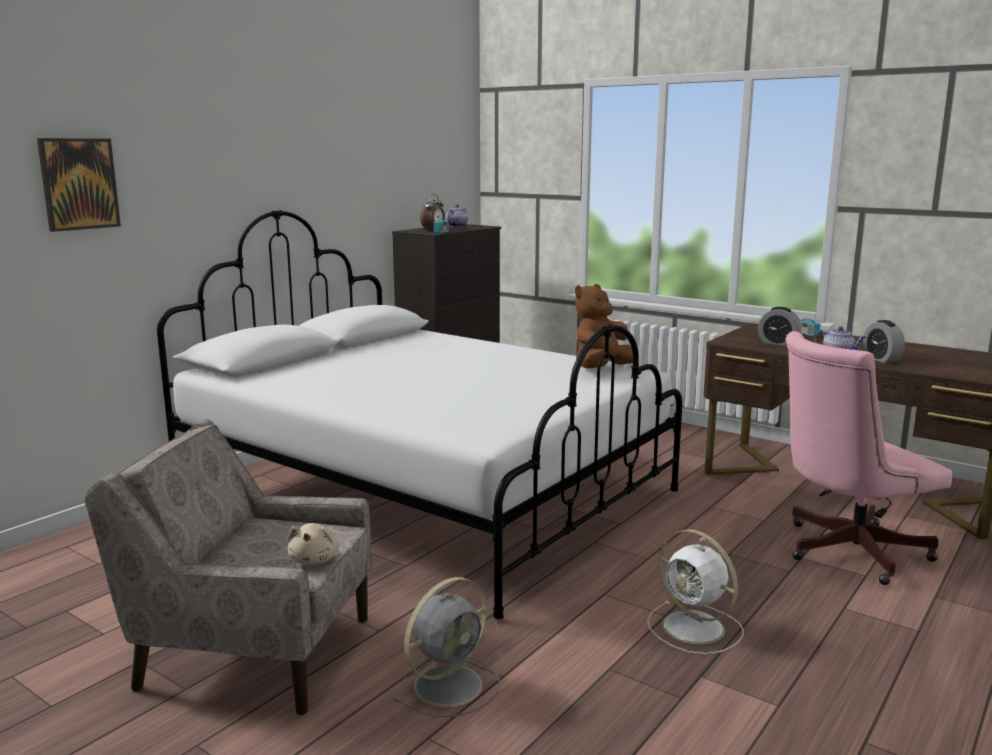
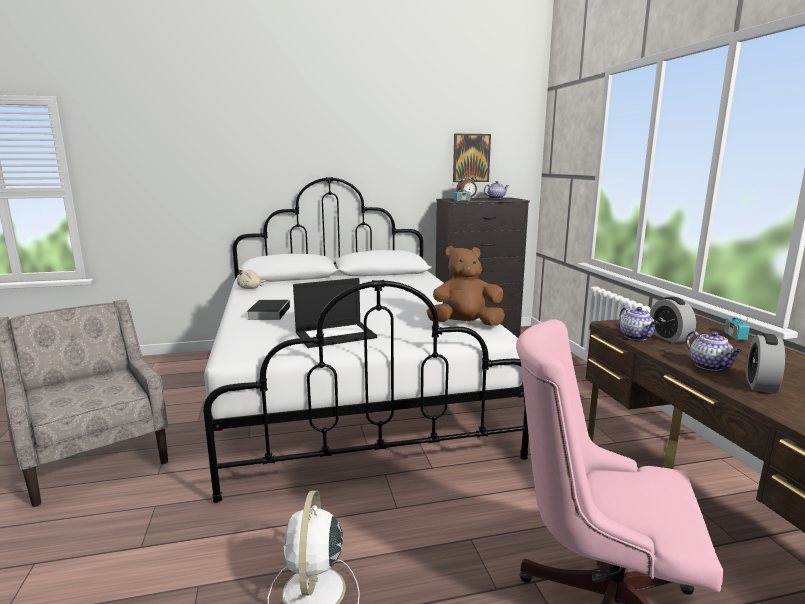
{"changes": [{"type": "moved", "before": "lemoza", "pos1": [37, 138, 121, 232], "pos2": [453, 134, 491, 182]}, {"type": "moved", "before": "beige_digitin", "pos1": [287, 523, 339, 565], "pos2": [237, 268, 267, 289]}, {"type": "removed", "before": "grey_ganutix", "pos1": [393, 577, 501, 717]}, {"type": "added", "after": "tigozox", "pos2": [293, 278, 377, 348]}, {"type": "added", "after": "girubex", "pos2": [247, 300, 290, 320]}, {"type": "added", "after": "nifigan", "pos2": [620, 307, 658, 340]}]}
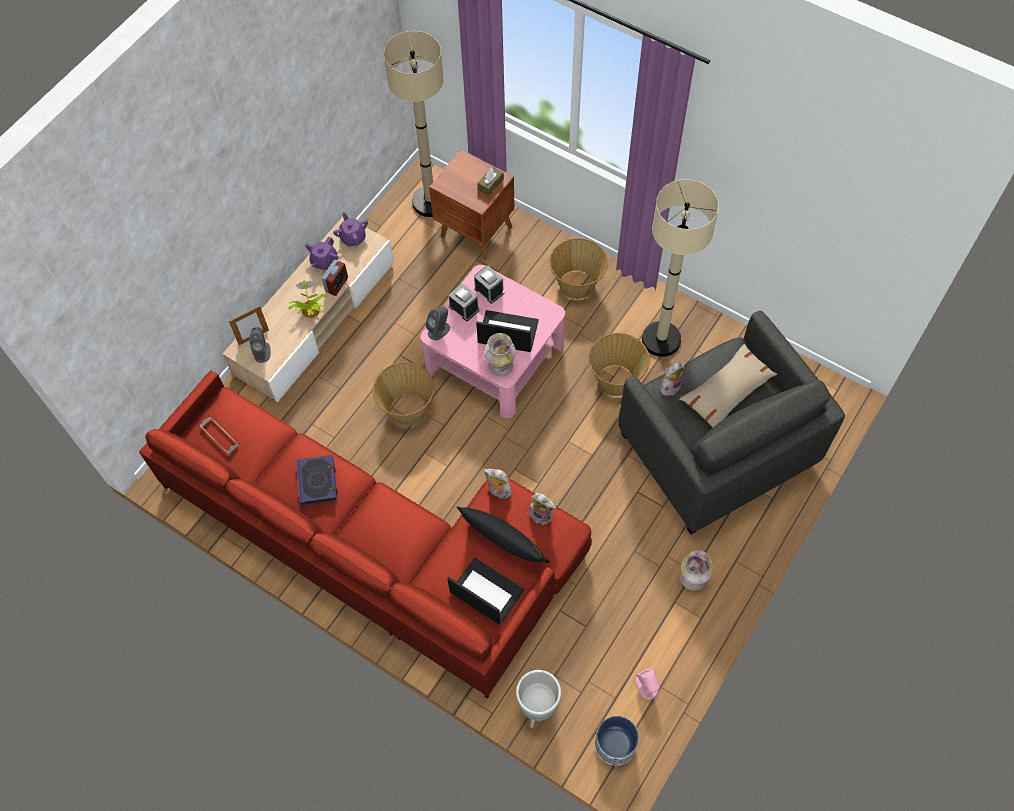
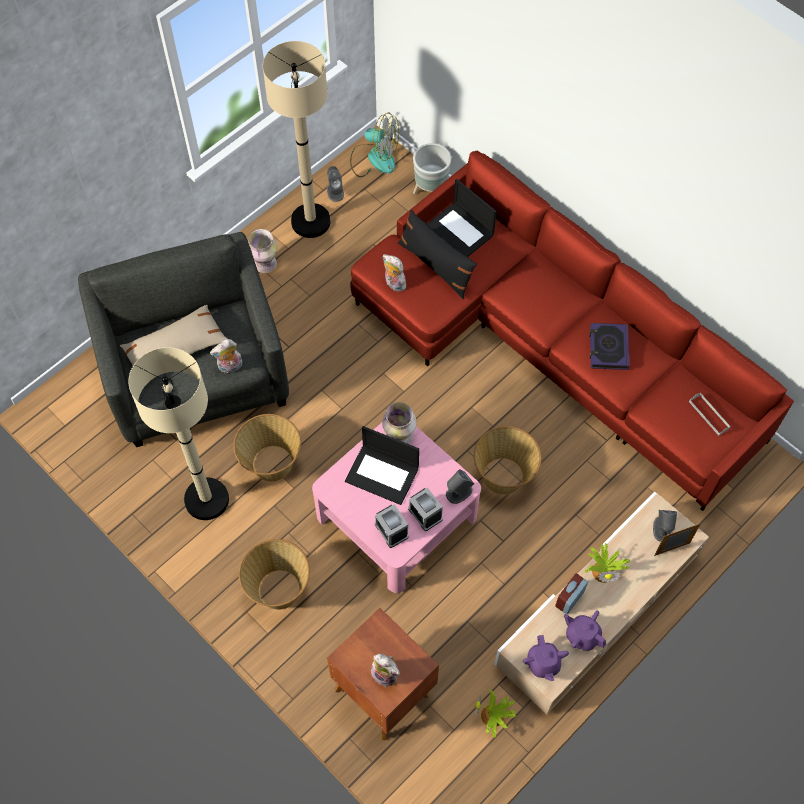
{"changes": [{"type": "moved", "before": "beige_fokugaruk", "pos1": [384, 31, 444, 217], "pos2": [263, 41, 331, 238]}, {"type": "removed", "before": "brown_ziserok", "pos1": [478, 166, 504, 196]}, {"type": "turned", "before": "purple_nifigan", "pos1": [305, 236, 338, 270], "pos2": [564, 610, 606, 651], "turn": -90}, {"type": "moved", "before": "digitin", "pos1": [484, 469, 512, 499], "pos2": [371, 654, 400, 688]}, {"type": "recoloured", "before": "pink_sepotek", "after": "grey_sepotek", "pos1": [636, 668, 660, 700], "pos2": [327, 166, 344, 202]}, {"type": "replaced", "before": "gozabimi", "after": "ganutix", "pos1": [595, 716, 639, 765], "pos2": [350, 112, 399, 177]}, {"type": "added", "after": "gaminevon", "pos2": [475, 690, 516, 738]}]}
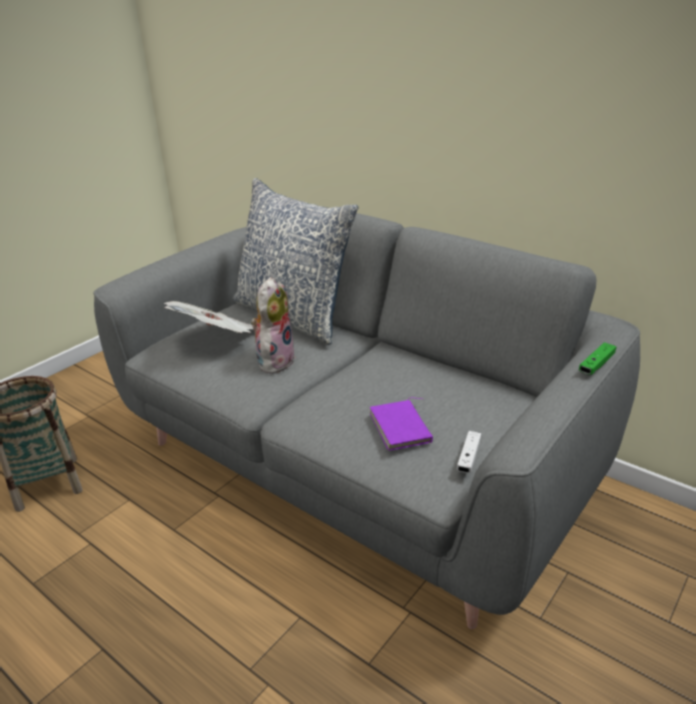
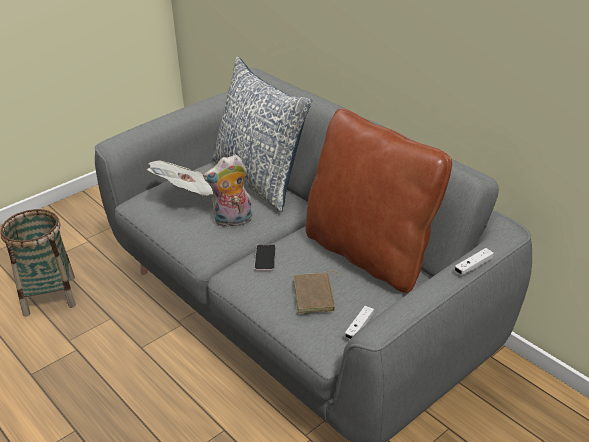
{"changes": [{"type": "turned", "before": "digitin", "pos1": [251, 277, 296, 375], "pos2": [203, 155, 252, 227], "turn": -135}, {"type": "recoloured", "before": "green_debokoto", "after": "white_debokoto", "pos1": [579, 342, 616, 375], "pos2": [454, 248, 494, 275]}, {"type": "recoloured", "before": "purple_girubex", "after": "brown_girubex", "pos1": [370, 397, 433, 451], "pos2": [293, 271, 340, 313]}, {"type": "added", "after": "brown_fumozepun", "pos2": [306, 108, 452, 293]}, {"type": "added", "after": "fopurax", "pos2": [254, 244, 276, 270]}]}
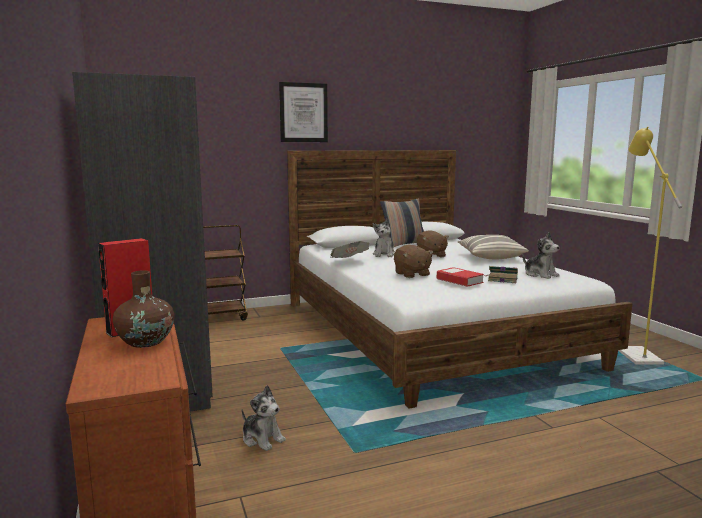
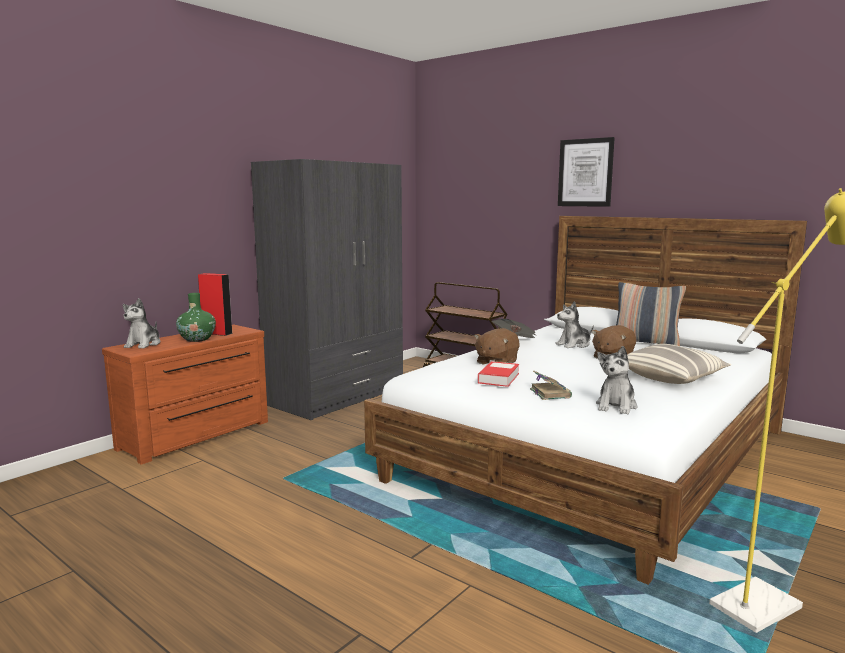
{"changes": [{"type": "recoloured", "before": "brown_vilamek", "after": "green_vilamek", "pos1": [113, 270, 174, 348], "pos2": [176, 293, 216, 342]}, {"type": "moved", "before": "digitin", "pos1": [242, 385, 286, 451], "pos2": [123, 298, 160, 349]}]}
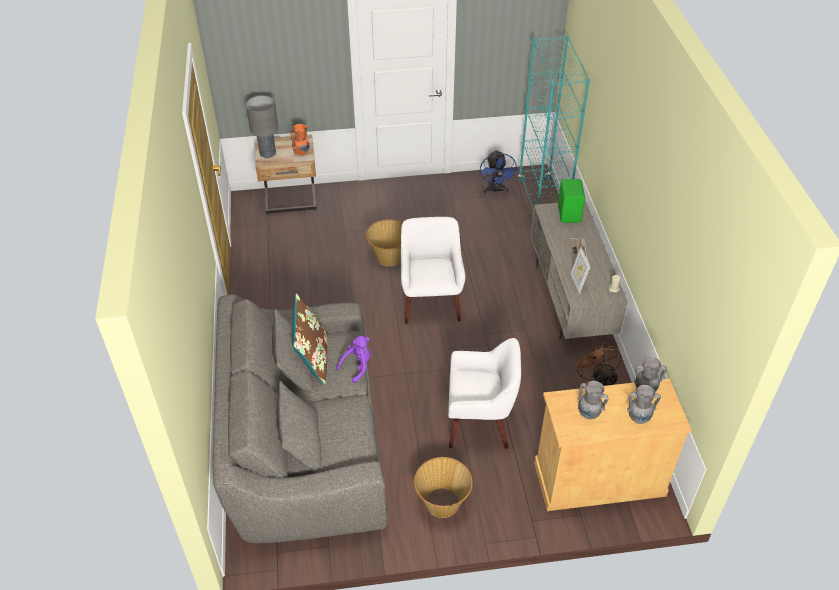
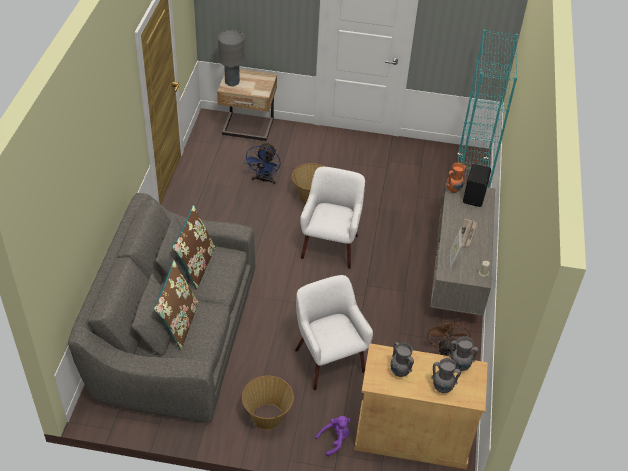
{"changes": [{"type": "moved", "before": "orange_vilamek", "pos1": [291, 124, 310, 156], "pos2": [446, 162, 466, 193]}, {"type": "moved", "before": "blue_ganutix", "pos1": [480, 150, 518, 194], "pos2": [244, 142, 281, 184]}, {"type": "recoloured", "before": "green_sepotek", "after": "black_sepotek", "pos1": [558, 179, 585, 223], "pos2": [463, 164, 491, 207]}, {"type": "moved", "before": "purple_digitin", "pos1": [336, 336, 371, 383], "pos2": [315, 416, 351, 456]}, {"type": "turned", "before": "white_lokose", "pos1": [448, 338, 521, 449], "pos2": [295, 275, 373, 390], "turn": -135}, {"type": "added", "after": "brown_fumozepun", "pos2": [153, 260, 199, 350]}]}
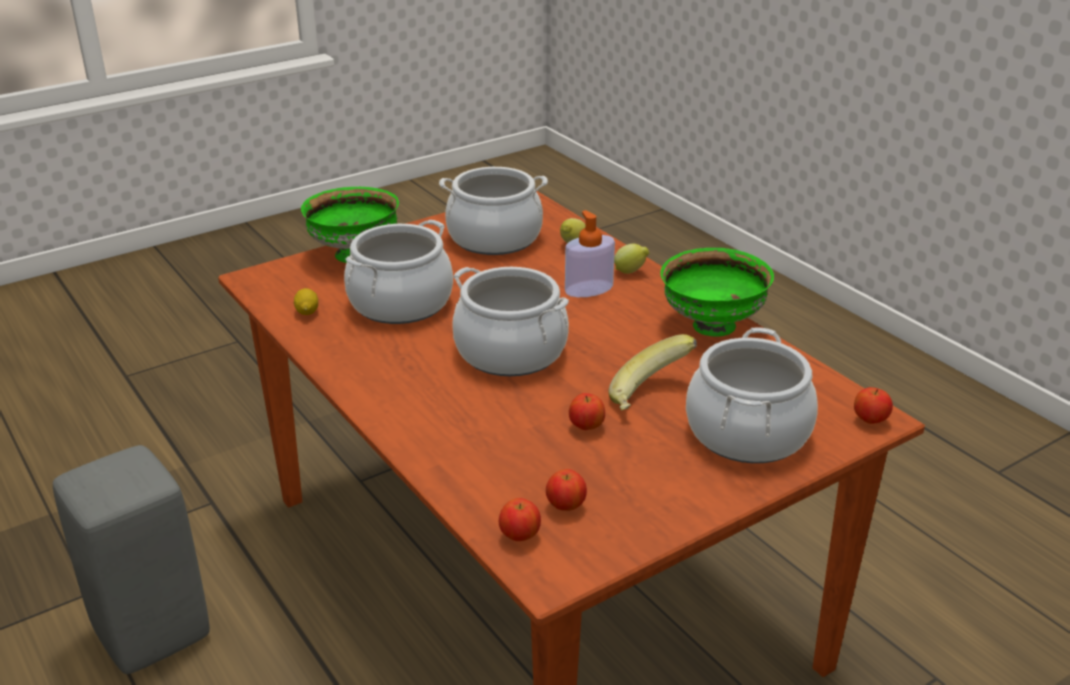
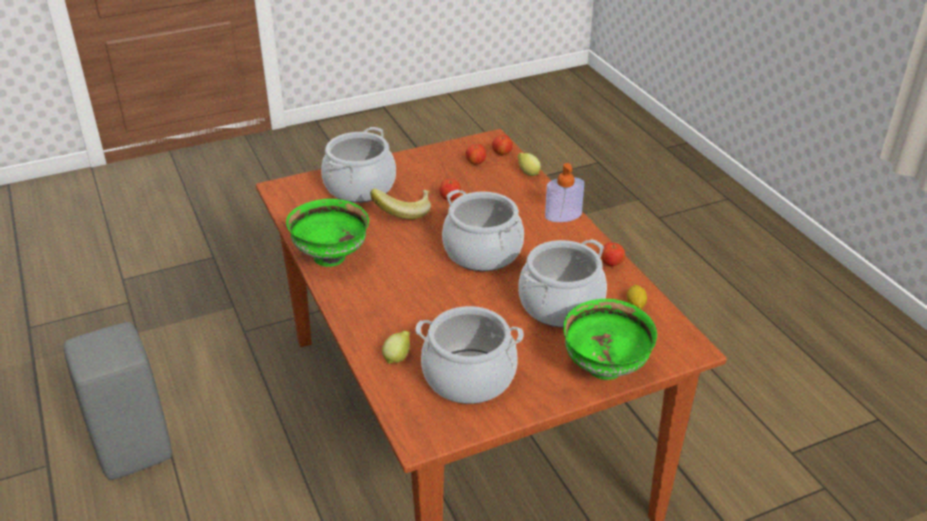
{"changes": [{"type": "moved", "before": "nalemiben", "pos1": [565, 210, 615, 297], "pos2": [545, 163, 584, 222]}, {"type": "moved", "before": "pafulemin", "pos1": [614, 244, 649, 274], "pos2": [517, 153, 541, 176]}, {"type": "moved", "before": "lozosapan", "pos1": [854, 387, 893, 424], "pos2": [601, 243, 625, 267]}, {"type": "moved", "before": "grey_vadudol", "pos1": [53, 445, 210, 674], "pos2": [64, 322, 172, 480]}]}
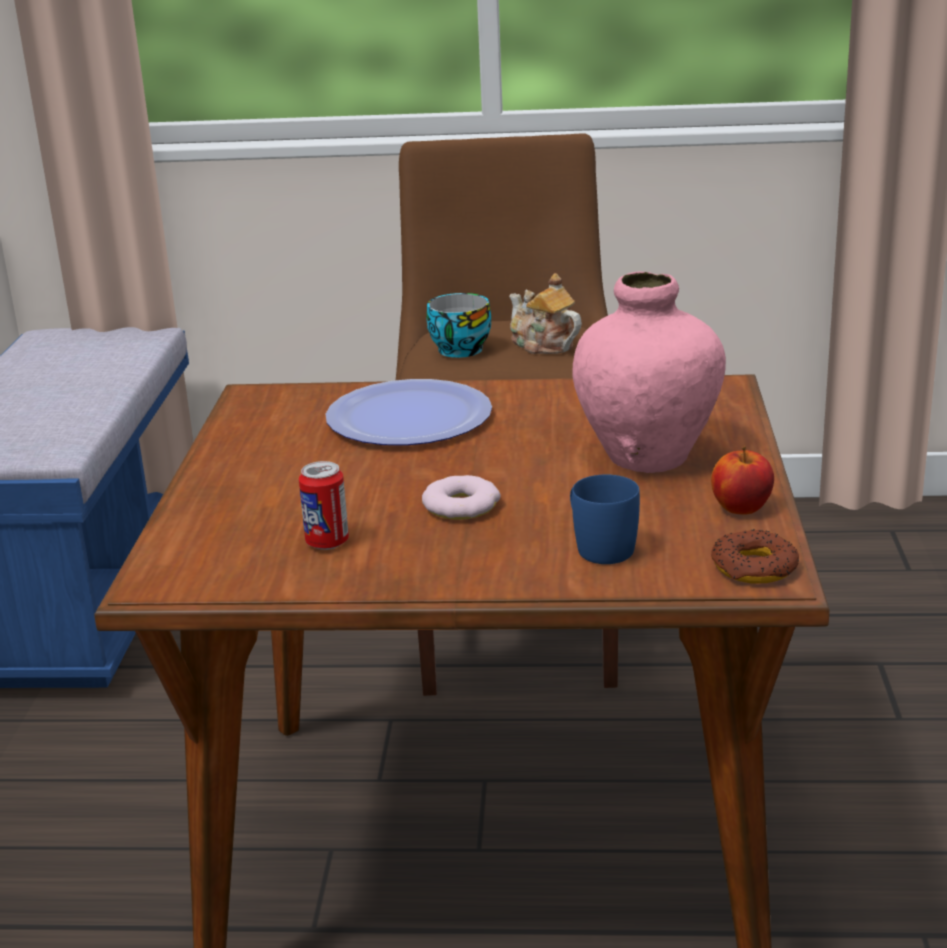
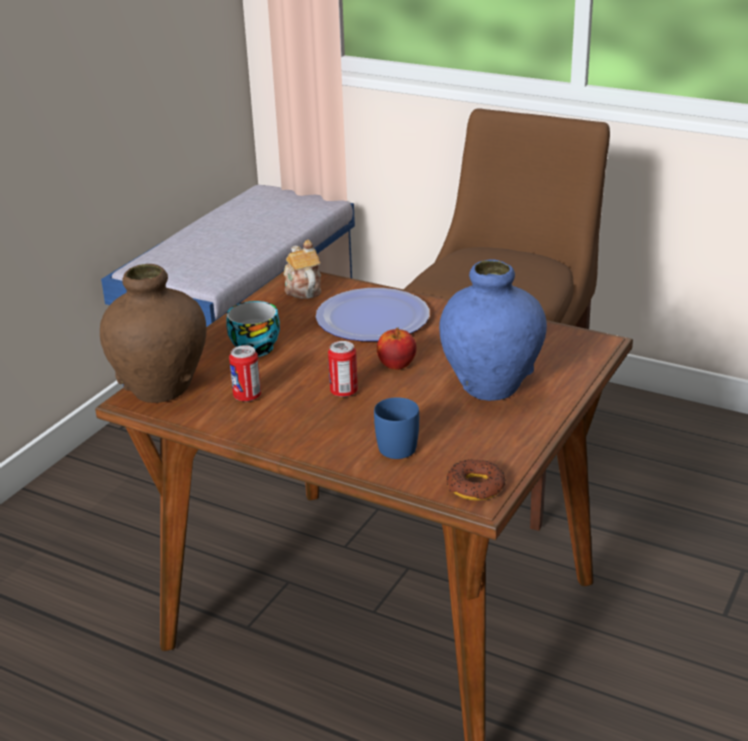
{"changes": [{"type": "recoloured", "before": "pink_vilamek", "after": "blue_vilamek", "pos1": [573, 272, 726, 473], "pos2": [439, 260, 547, 401]}, {"type": "moved", "before": "nifigan", "pos1": [509, 273, 582, 354], "pos2": [284, 240, 321, 299]}, {"type": "moved", "before": "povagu", "pos1": [427, 293, 491, 358], "pos2": [227, 301, 280, 357]}, {"type": "moved", "before": "lozosapan", "pos1": [711, 446, 774, 514], "pos2": [377, 327, 417, 370]}, {"type": "replaced", "before": "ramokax", "after": "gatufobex", "pos1": [422, 475, 501, 520], "pos2": [328, 341, 358, 397]}, {"type": "added", "after": "brown_vilamek", "pos2": [100, 264, 207, 403]}]}
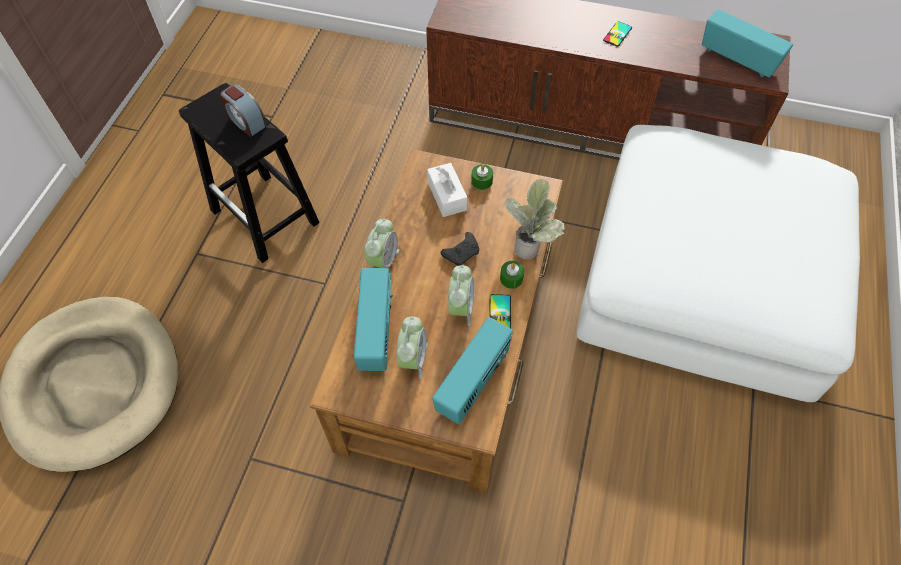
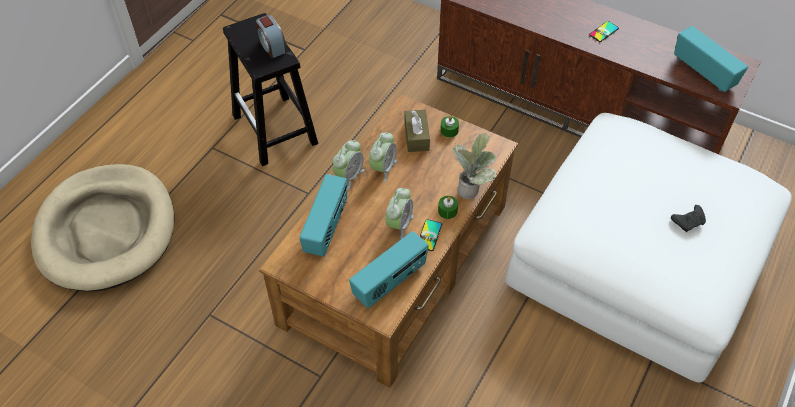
{"changes": [{"type": "recoloured", "before": "white_ziserok", "after": "brown_ziserok", "pos1": [427, 163, 467, 217], "pos2": [404, 110, 430, 152]}, {"type": "moved", "before": "black_debokoto", "pos1": [441, 232, 479, 266], "pos2": [671, 205, 706, 232]}, {"type": "moved", "before": "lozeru", "pos1": [397, 316, 428, 379], "pos2": [369, 132, 397, 182]}]}
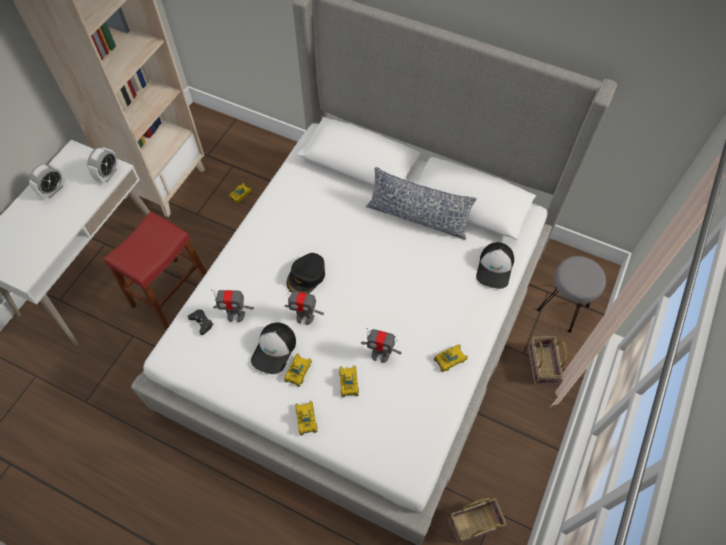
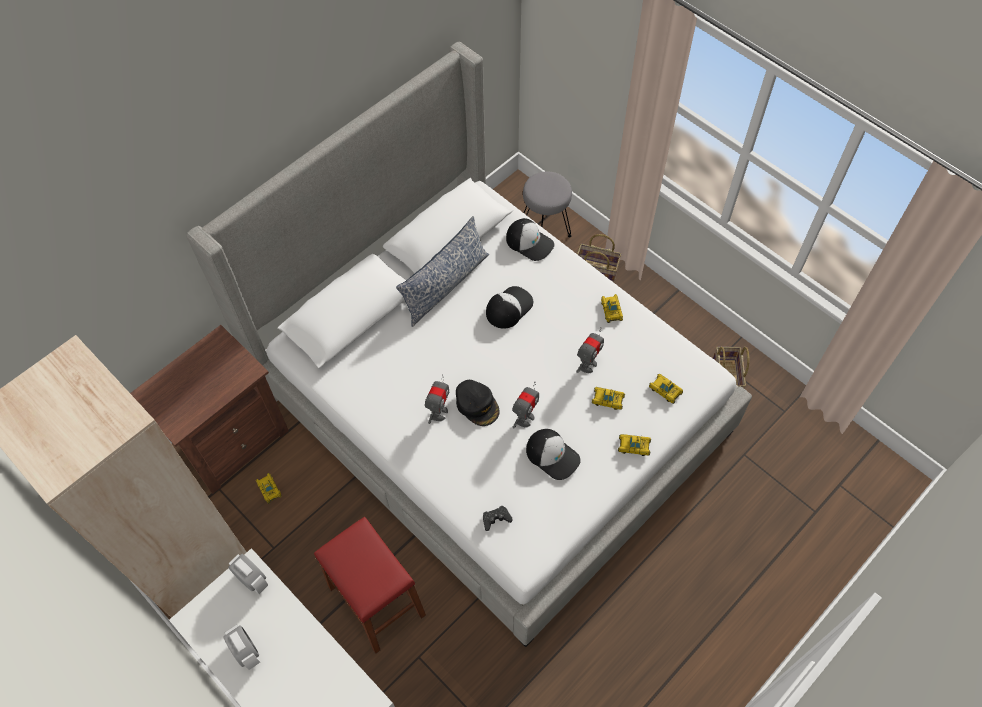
{"changes": [{"type": "moved", "before": "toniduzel", "pos1": [211, 289, 254, 322], "pos2": [425, 374, 449, 424]}, {"type": "moved", "before": "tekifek", "pos1": [284, 354, 312, 387], "pos2": [649, 374, 683, 404]}, {"type": "added", "after": "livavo", "pos2": [486, 286, 533, 329]}, {"type": "added", "after": "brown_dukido", "pos2": [130, 325, 289, 494]}]}
